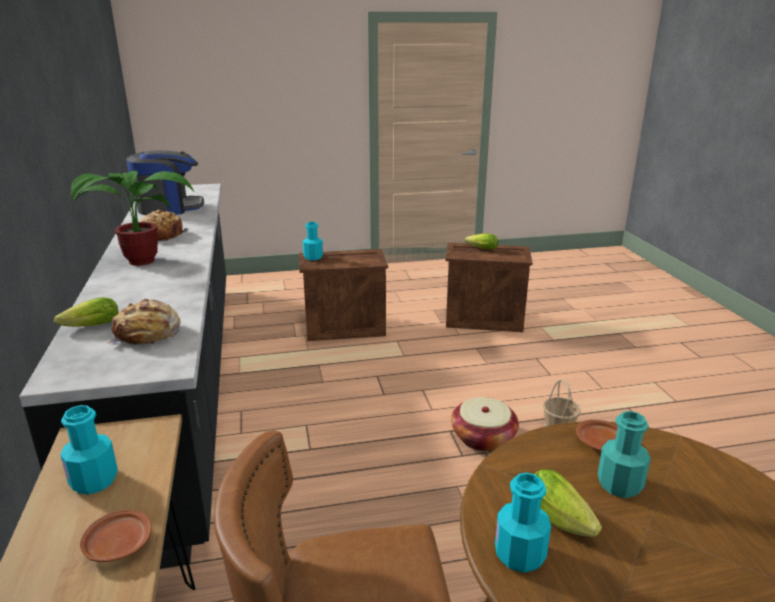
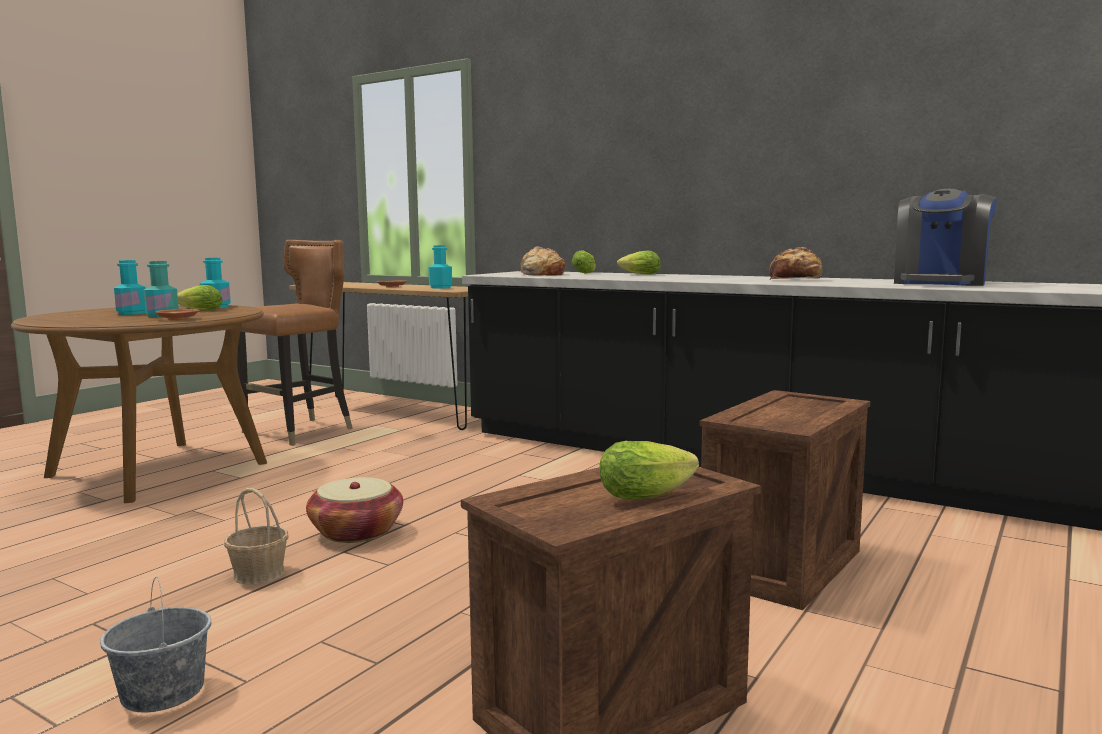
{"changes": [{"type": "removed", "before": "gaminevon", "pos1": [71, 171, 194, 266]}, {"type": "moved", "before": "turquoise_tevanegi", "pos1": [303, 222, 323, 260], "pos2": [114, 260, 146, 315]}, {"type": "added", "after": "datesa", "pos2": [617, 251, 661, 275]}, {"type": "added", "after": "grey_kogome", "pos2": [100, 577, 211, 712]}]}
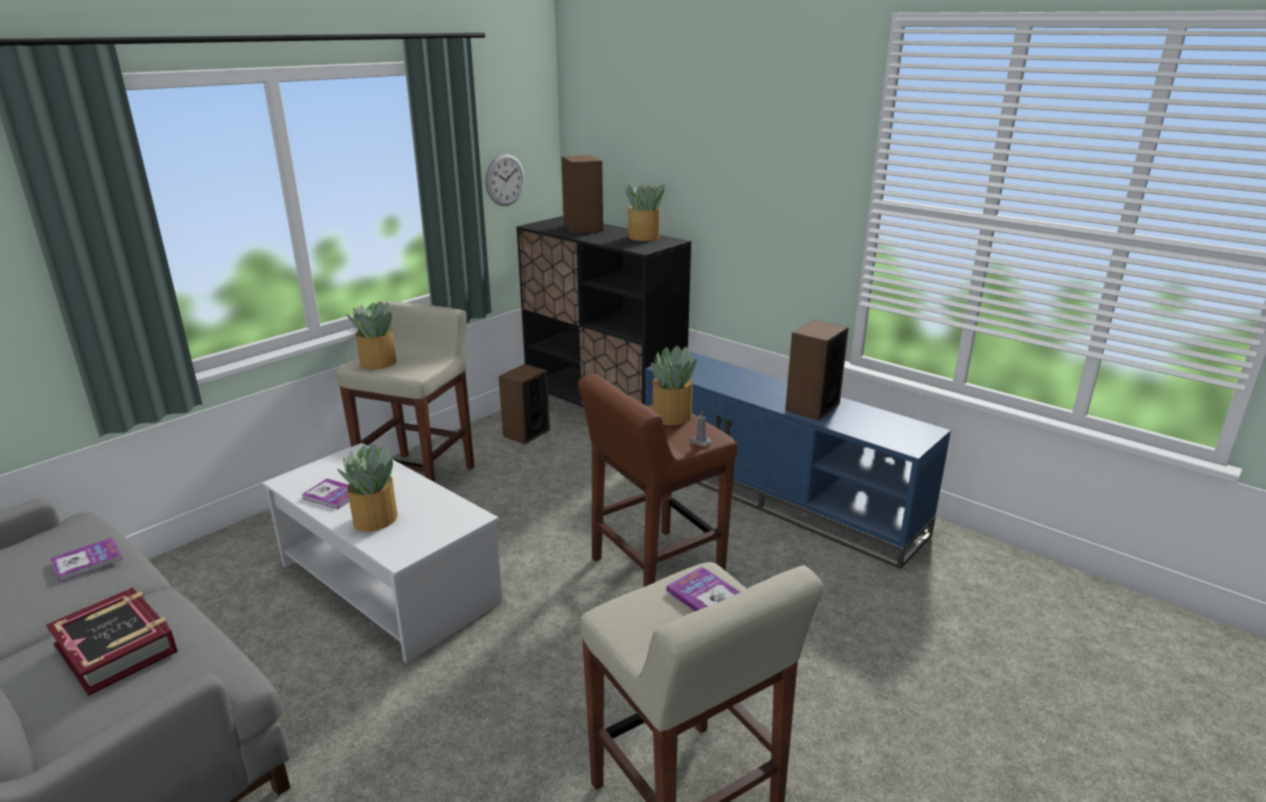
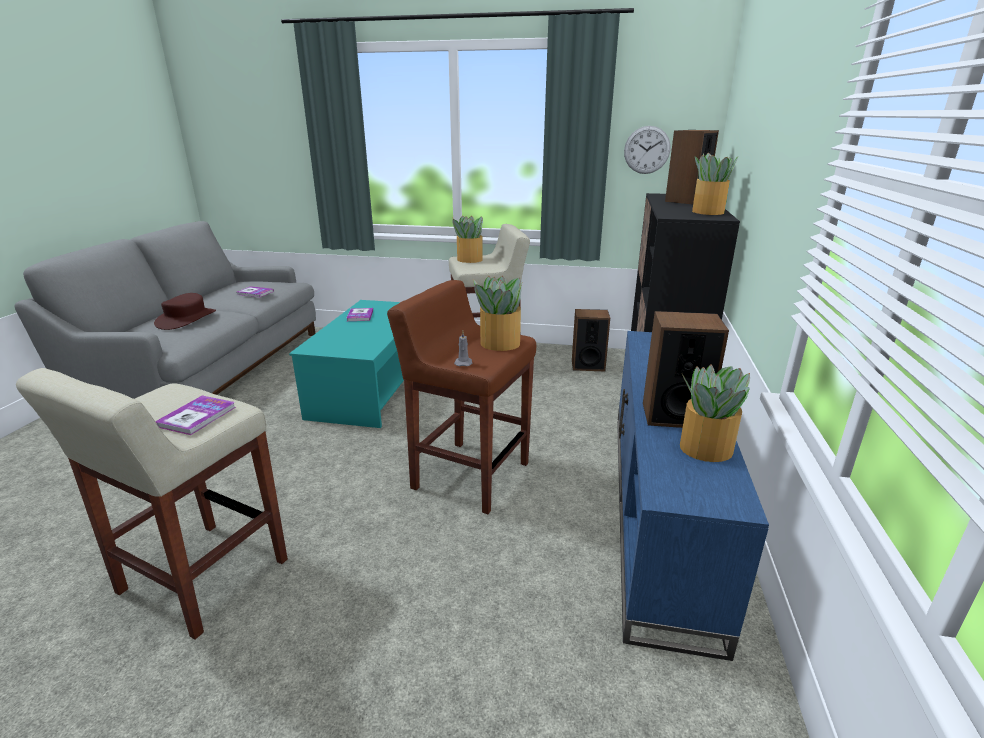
{"changes": [{"type": "recoloured", "before": "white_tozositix", "after": "turquoise_tozositix", "pos1": [263, 443, 503, 663], "pos2": [289, 300, 404, 428]}, {"type": "moved", "before": "gaminevon", "pos1": [338, 444, 398, 532], "pos2": [680, 364, 750, 462]}, {"type": "replaced", "before": "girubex", "after": "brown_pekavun", "pos1": [46, 587, 178, 696], "pos2": [154, 293, 216, 330]}]}
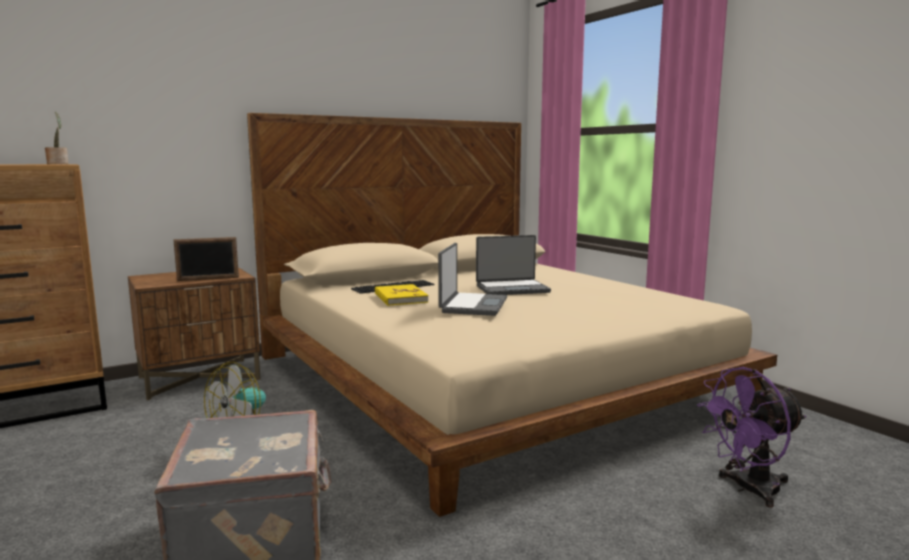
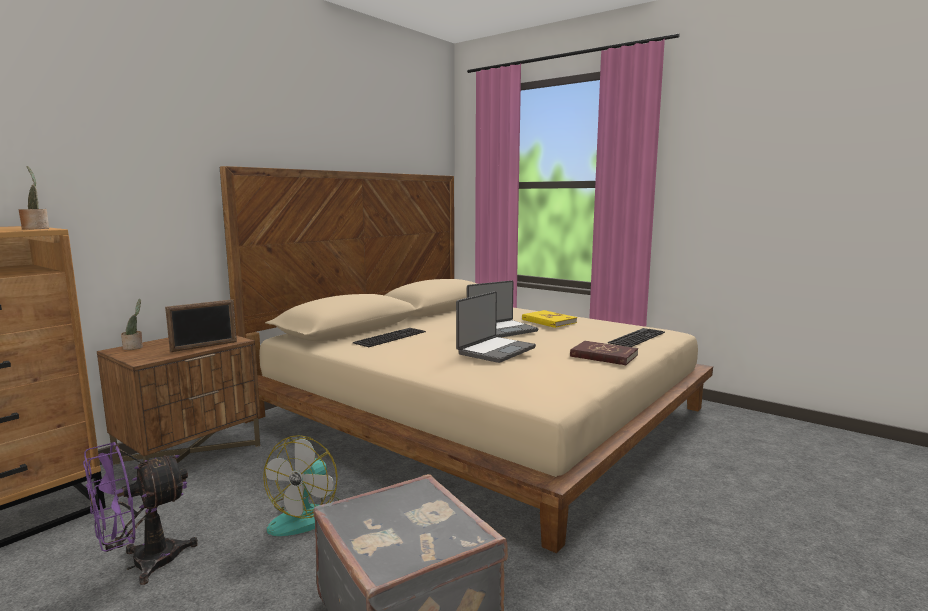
{"changes": [{"type": "turned", "before": "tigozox", "pos1": [438, 243, 507, 316], "pos2": [456, 291, 536, 363], "turn": 45}, {"type": "moved", "before": "yellow_girubex", "pos1": [375, 284, 428, 306], "pos2": [522, 310, 577, 328]}, {"type": "moved", "before": "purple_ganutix", "pos1": [697, 367, 806, 508], "pos2": [83, 442, 198, 585]}, {"type": "added", "after": "gaminevon", "pos2": [121, 299, 143, 350]}, {"type": "added", "after": "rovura", "pos2": [608, 328, 665, 347]}, {"type": "added", "after": "red_girubex", "pos2": [570, 341, 638, 365]}]}
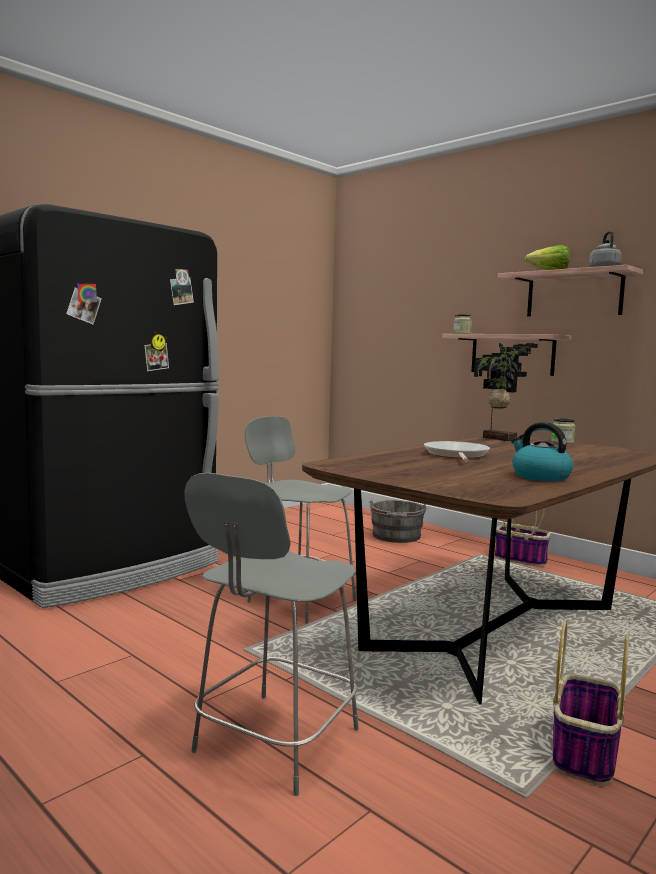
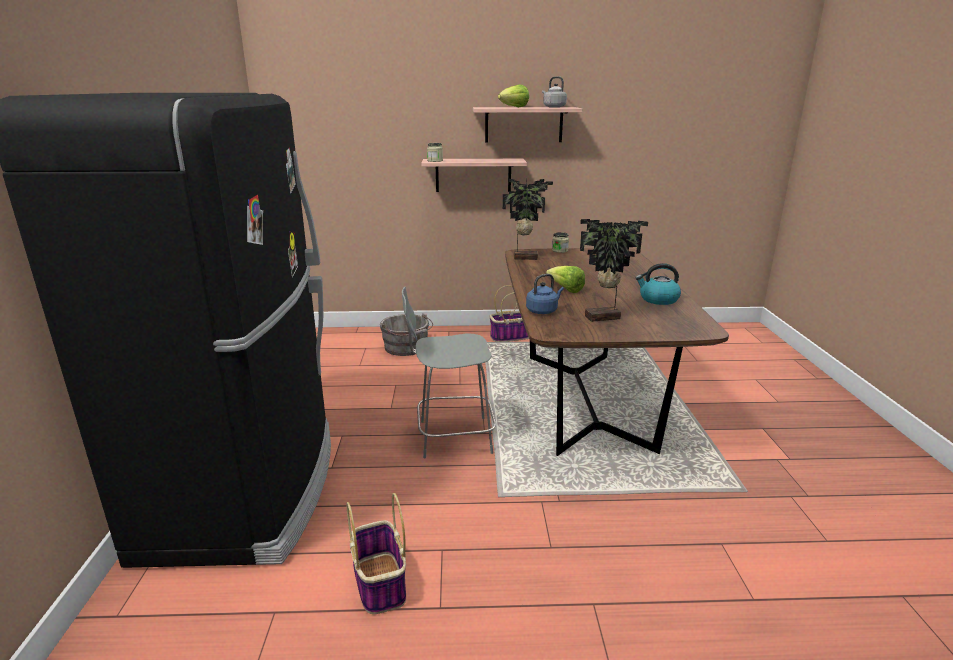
{"changes": [{"type": "replaced", "before": "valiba", "after": "datesa", "pos1": [424, 441, 490, 461], "pos2": [546, 266, 585, 293]}, {"type": "removed", "before": "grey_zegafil", "pos1": [184, 473, 359, 796]}, {"type": "moved", "before": "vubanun", "pos1": [553, 621, 629, 786], "pos2": [346, 493, 406, 614]}, {"type": "added", "after": "gaminevon", "pos2": [580, 219, 648, 322]}, {"type": "added", "after": "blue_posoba", "pos2": [526, 274, 564, 314]}]}
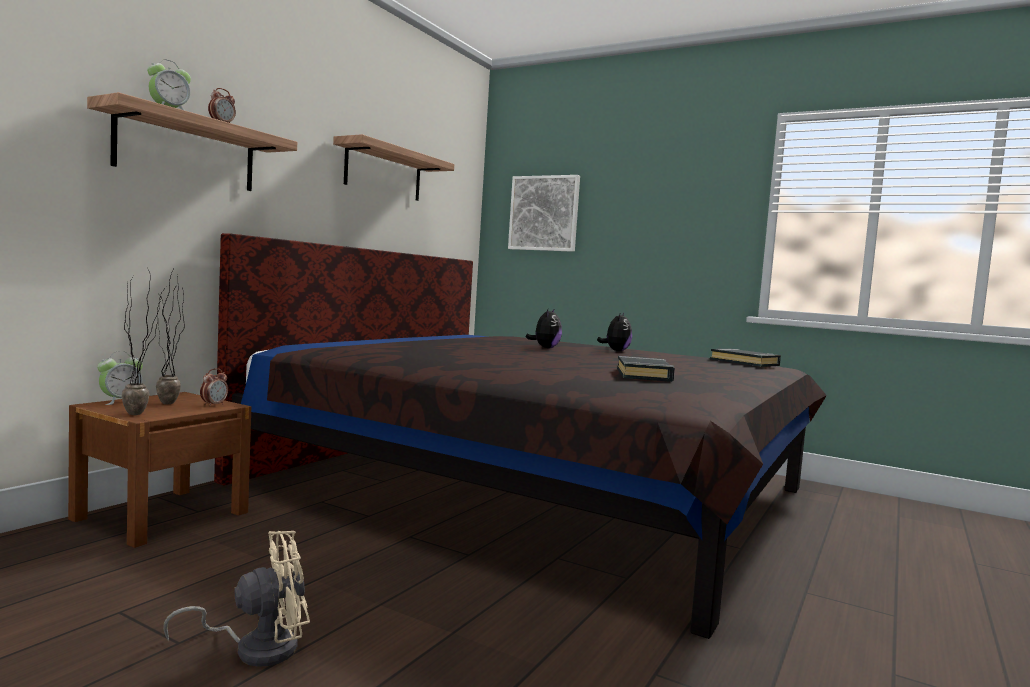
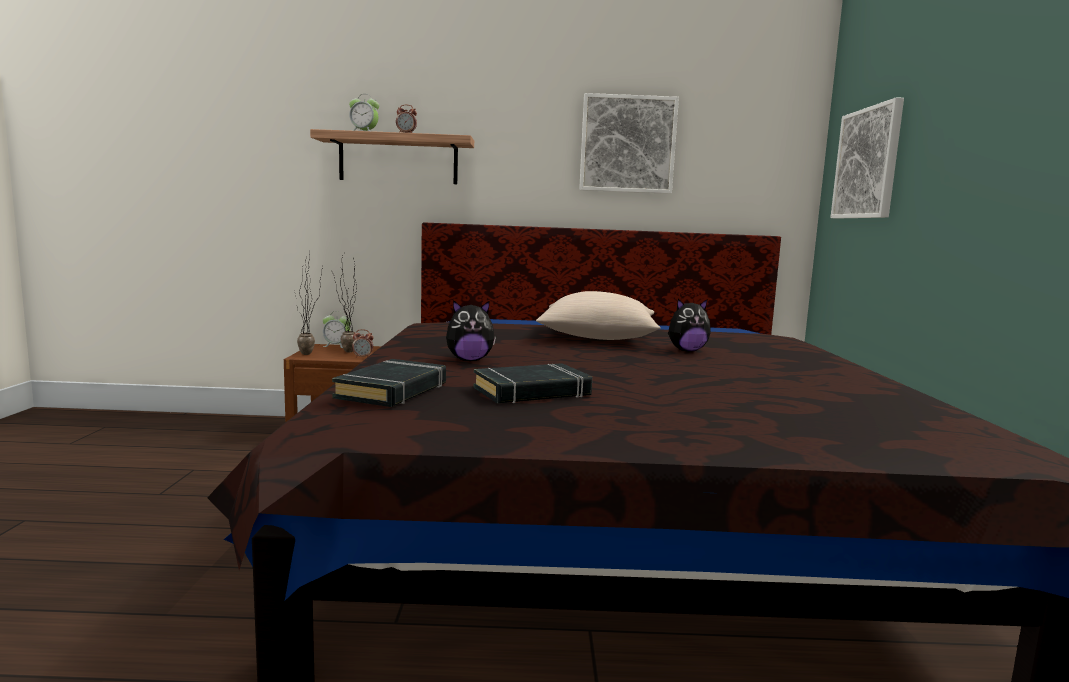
{"changes": [{"type": "replaced", "before": "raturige", "after": "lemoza", "pos1": [333, 134, 454, 201], "pos2": [579, 93, 679, 194]}, {"type": "moved", "before": "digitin", "pos1": [597, 313, 632, 351], "pos2": [446, 300, 496, 361]}, {"type": "moved", "before": "black_girubex", "pos1": [710, 349, 781, 367], "pos2": [332, 359, 446, 407]}, {"type": "removed", "before": "beige_ganutix", "pos1": [163, 531, 310, 667]}, {"type": "added", "after": "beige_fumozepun", "pos2": [536, 291, 661, 340]}]}
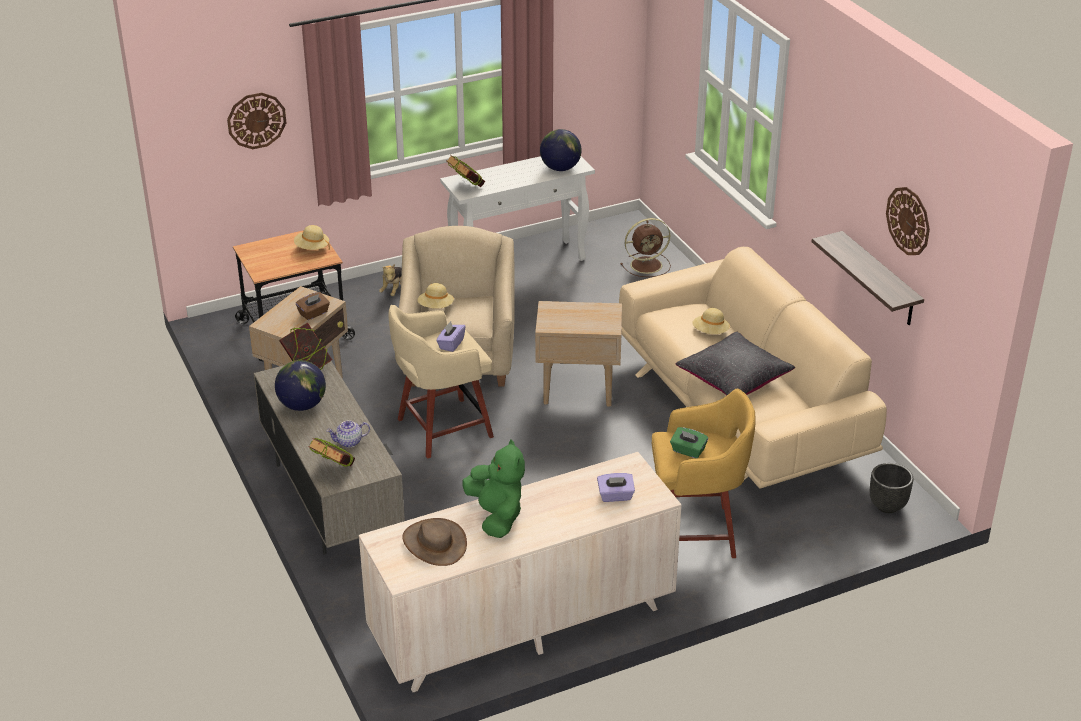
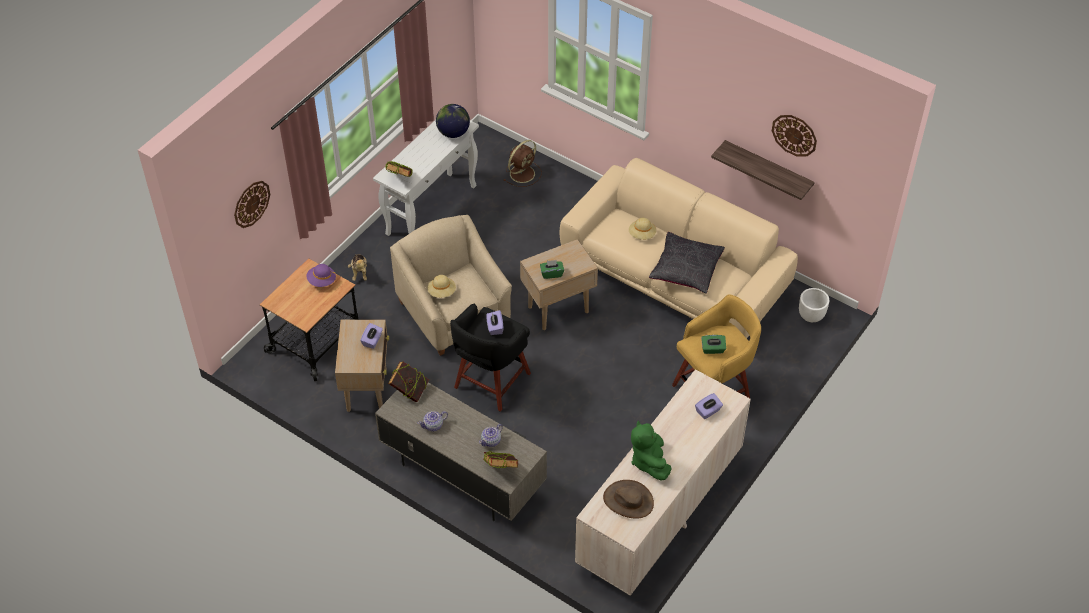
{"changes": [{"type": "recoloured", "before": "beige_pekavun", "after": "purple_pekavun", "pos1": [294, 225, 330, 250], "pos2": [307, 264, 336, 287]}, {"type": "recoloured", "before": "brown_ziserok", "after": "purple_ziserok", "pos1": [296, 292, 330, 320], "pos2": [360, 323, 383, 349]}, {"type": "recoloured", "before": "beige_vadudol", "after": "black_vadudol", "pos1": [388, 305, 494, 459], "pos2": [450, 304, 531, 412]}, {"type": "replaced", "before": "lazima", "after": "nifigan", "pos1": [275, 360, 326, 411], "pos2": [418, 411, 448, 431]}, {"type": "turned", "before": "green_digitin", "pos1": [463, 439, 525, 538], "pos2": [631, 420, 671, 481], "turn": -135}, {"type": "recoloured", "before": "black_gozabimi", "after": "white_gozabimi", "pos1": [870, 463, 913, 513], "pos2": [799, 288, 829, 322]}, {"type": "added", "after": "green_ziserok", "pos2": [540, 260, 564, 279]}]}
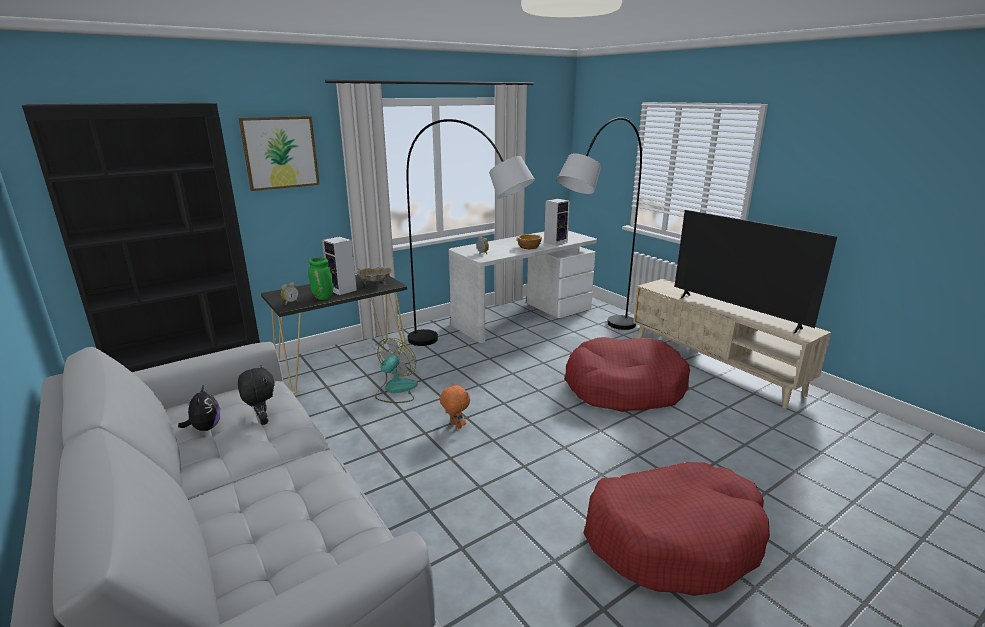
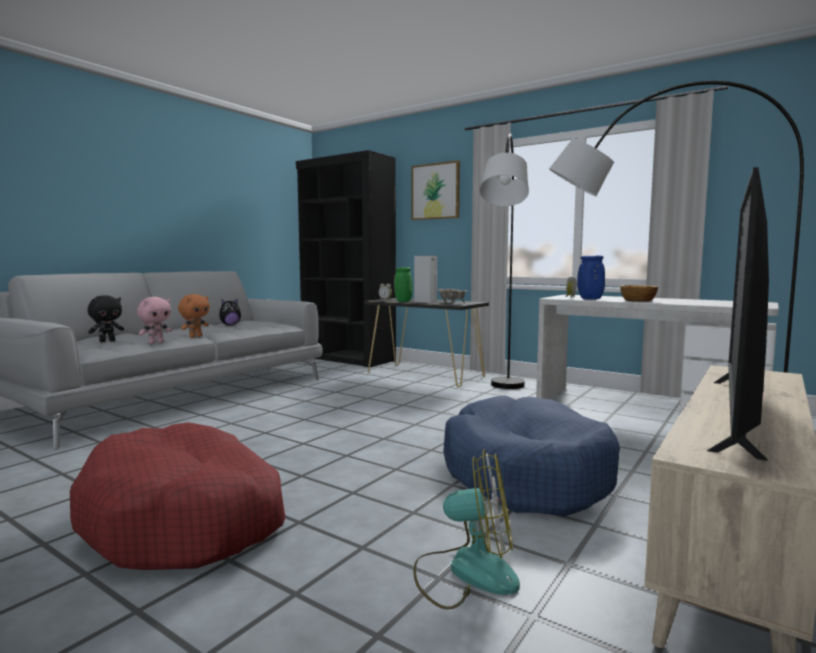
{"changes": [{"type": "removed", "before": "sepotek", "pos1": [544, 199, 570, 246]}, {"type": "recoloured", "before": "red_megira", "after": "blue_megira", "pos1": [564, 337, 690, 412], "pos2": [443, 395, 620, 517]}, {"type": "moved", "before": "ganutix", "pos1": [375, 338, 418, 403], "pos2": [413, 450, 520, 610]}, {"type": "moved", "before": "black_digitin", "pos1": [238, 365, 275, 425], "pos2": [87, 295, 124, 342]}, {"type": "moved", "before": "orange_digitin", "pos1": [440, 383, 470, 429], "pos2": [178, 294, 210, 338]}, {"type": "added", "after": "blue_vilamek", "pos2": [577, 255, 605, 300]}, {"type": "added", "after": "pink_digitin", "pos2": [137, 297, 172, 344]}]}
